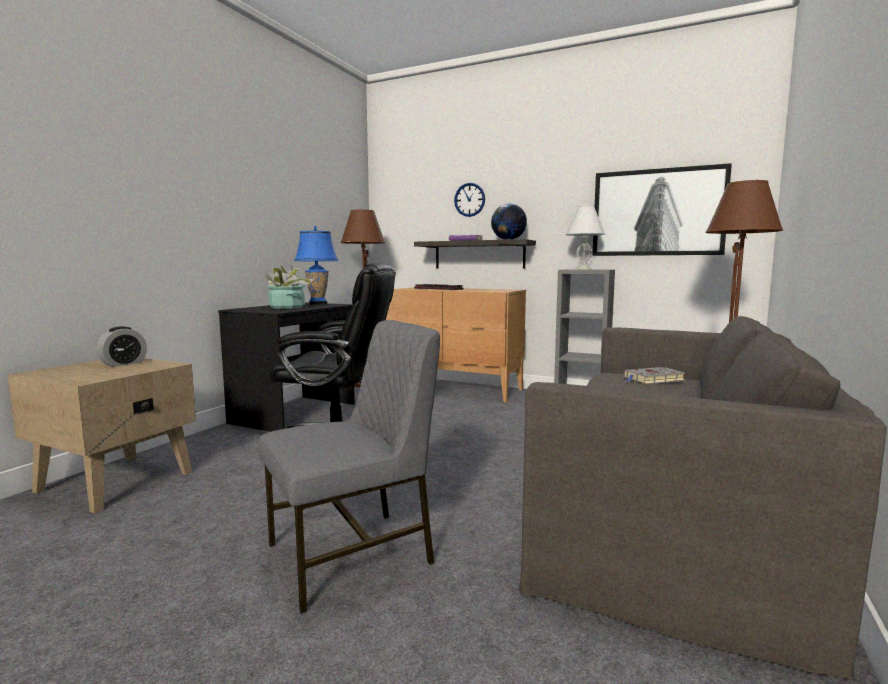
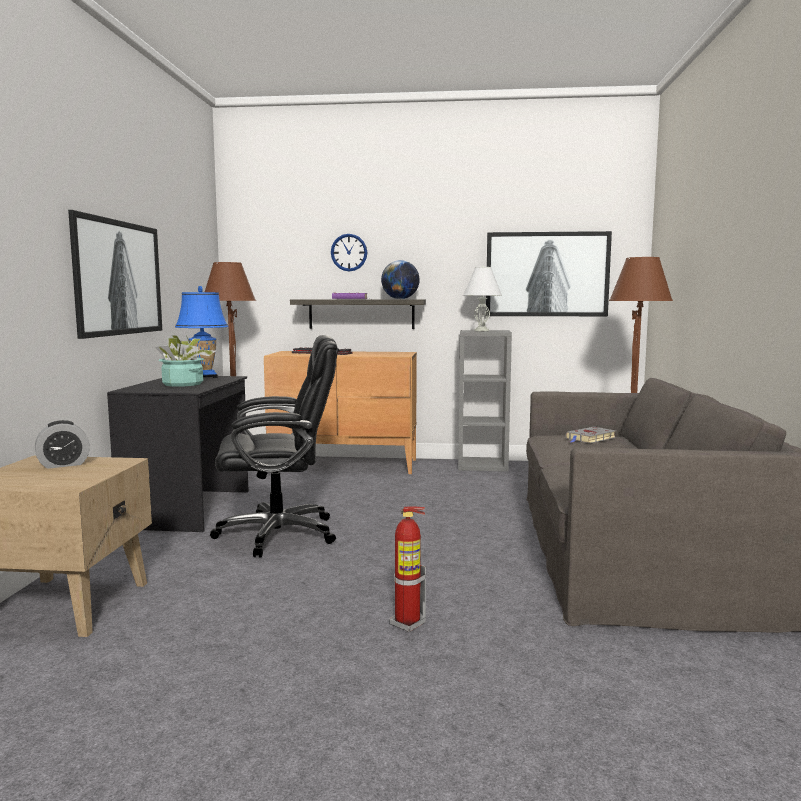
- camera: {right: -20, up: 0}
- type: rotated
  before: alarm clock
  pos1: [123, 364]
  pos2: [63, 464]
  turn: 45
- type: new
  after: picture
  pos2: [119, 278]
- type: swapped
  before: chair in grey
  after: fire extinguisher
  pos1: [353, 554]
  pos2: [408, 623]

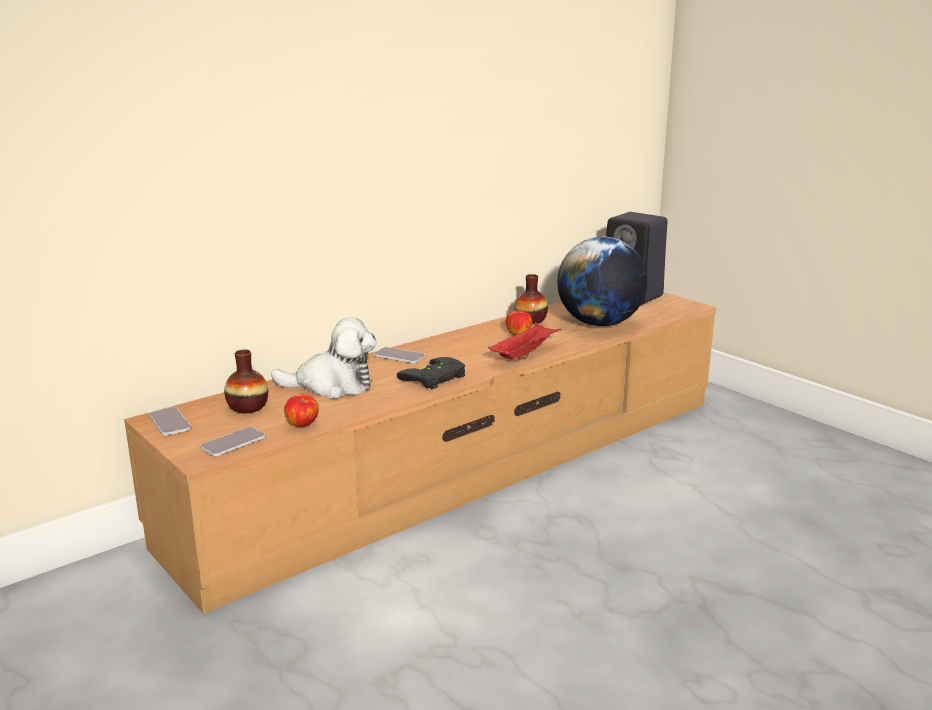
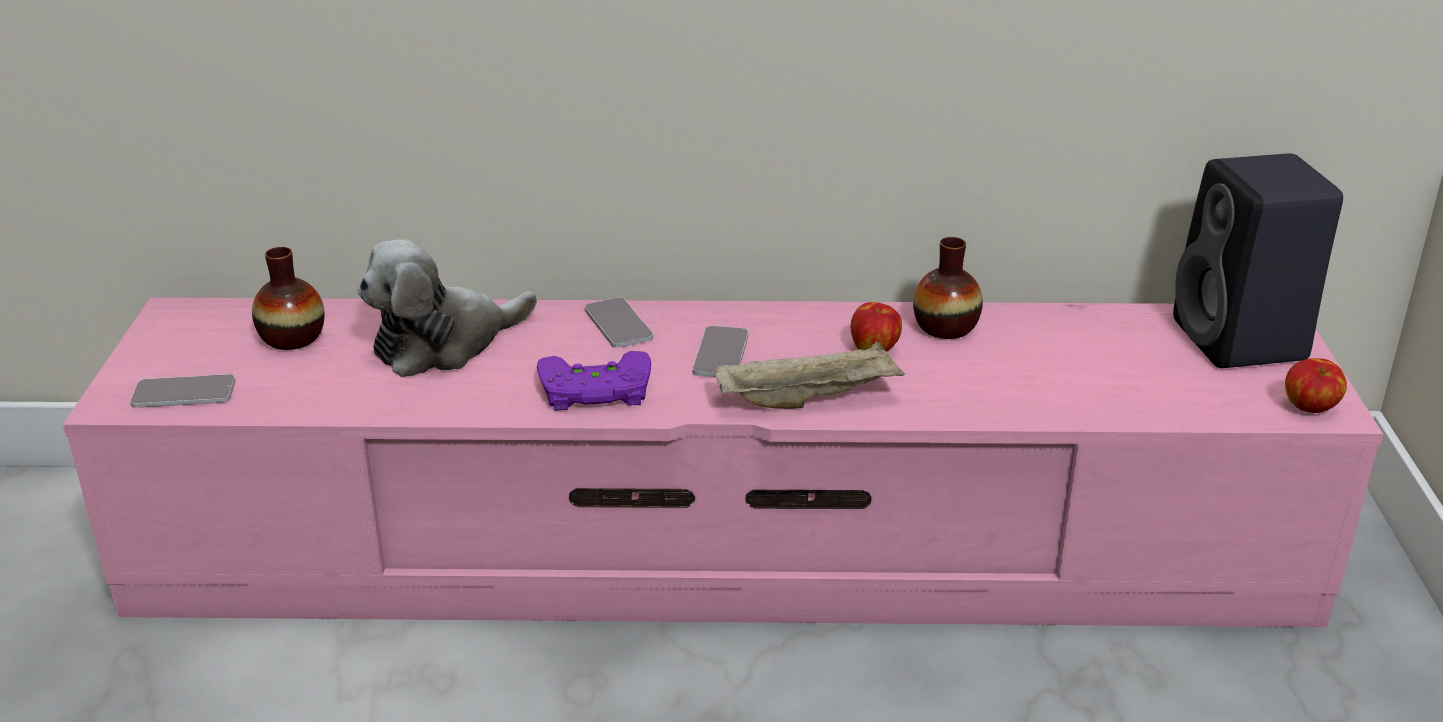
- camera: {right: 40, up: 10}
- type: repainted
  before: tv stand in brown
  after: tv stand in pink
  pos1: [464, 464]
  pos2: [721, 547]
- type: rotated
  before: plush toy
  pos1: [332, 386]
  pos2: [444, 344]
  turn: 105
- type: repainted
  before: game controller in black
  after: game controller in purple
  pos1: [435, 378]
  pos2: [595, 391]
- type: shifted
  before: phone
  pos1: [170, 422]
  pos2: [721, 354]
- type: repainted
  before: tray in red
  after: tray in beige
  pos1: [524, 354]
  pos2: [809, 399]
- type: shifted
  before: apple
  pos1: [302, 425]
  pos2: [1310, 408]
- type: gone
  before: globe
  pos1: [600, 323]

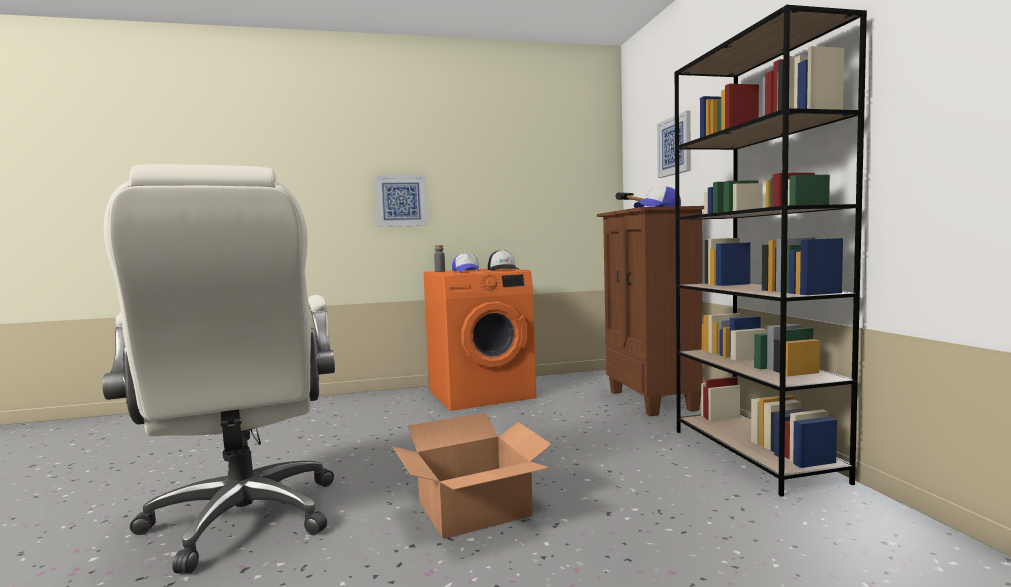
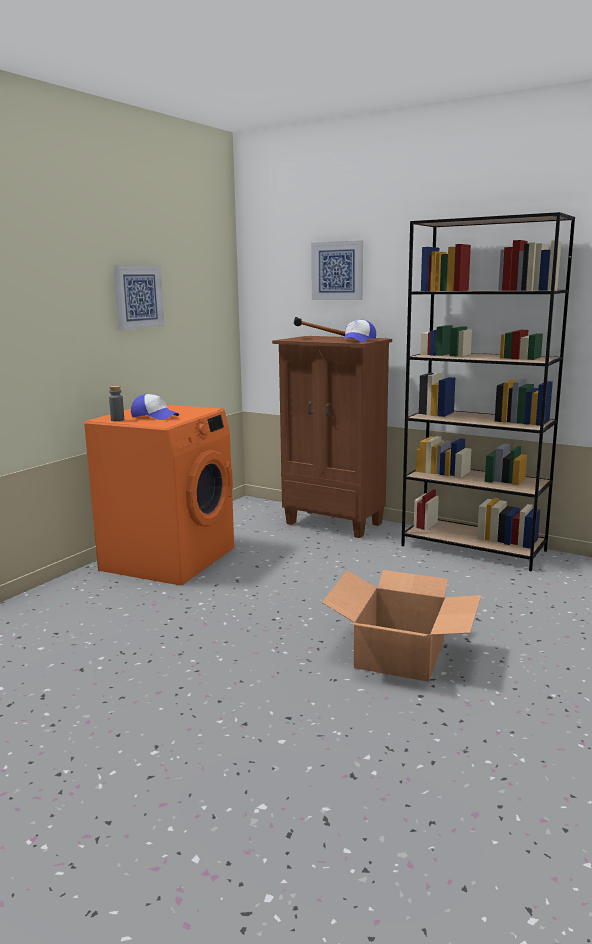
- camera: {right: -45, up: 10}
- type: shifted
  before: picture
  pos1: [401, 201]
  pos2: [138, 297]
- type: gone
  before: office chair in white
  pos1: [243, 519]
- type: gone
  before: cap
  pos1: [503, 269]

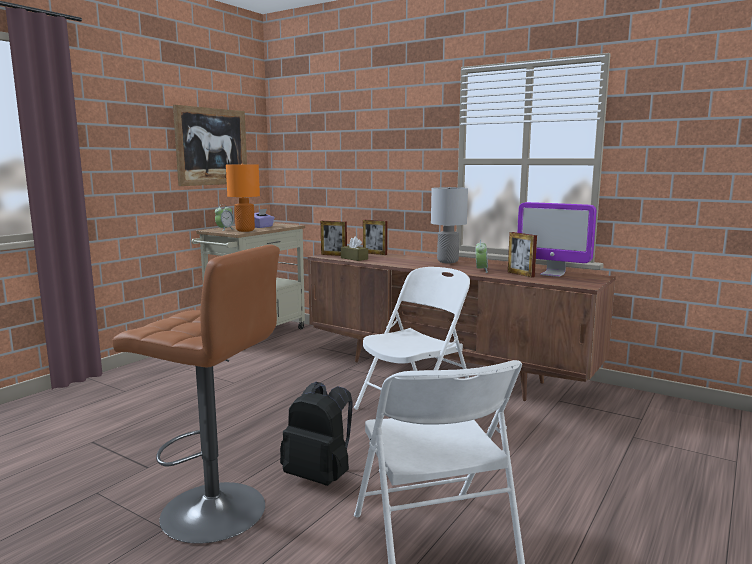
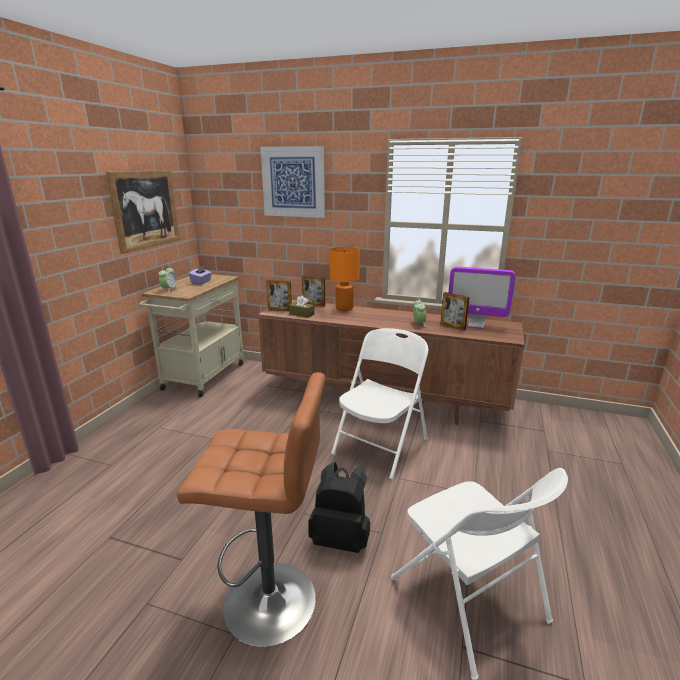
- camera: {right: -15, up: 10}
- type: new
  after: picture
  pos2: [293, 182]
- type: shifted
  before: table lamp in orange
  pos1: [245, 231]
  pos2: [344, 310]
- type: gone
  before: table lamp in grey
  pos1: [447, 262]

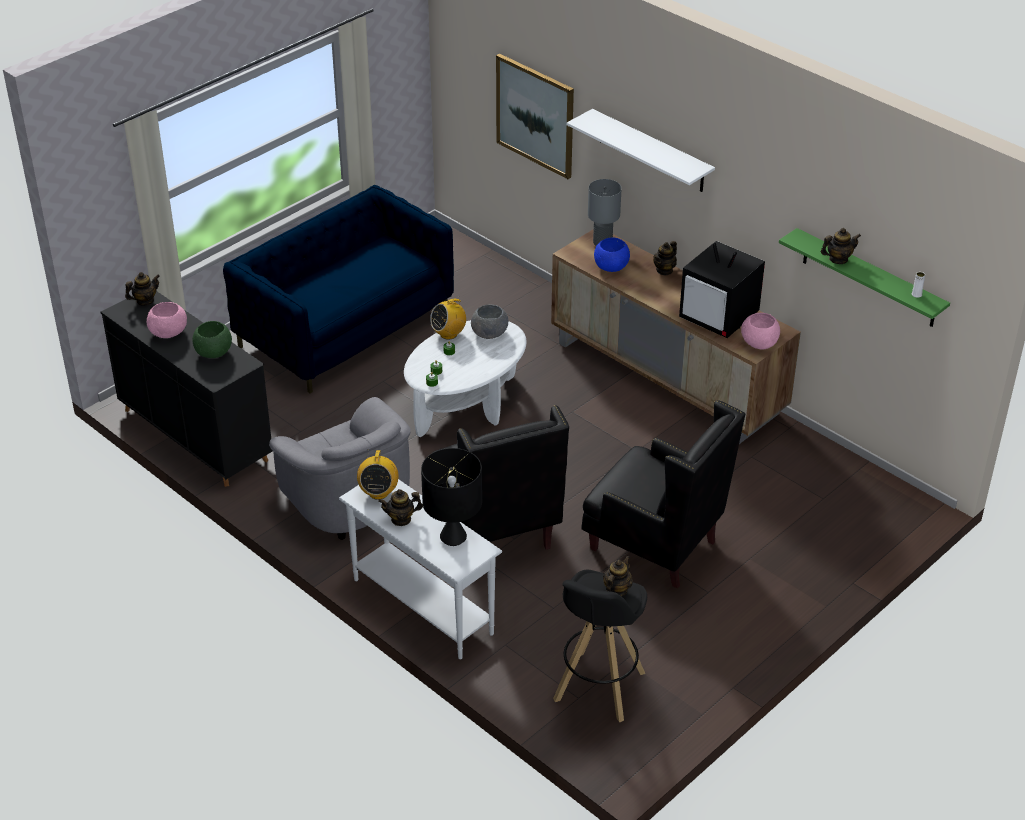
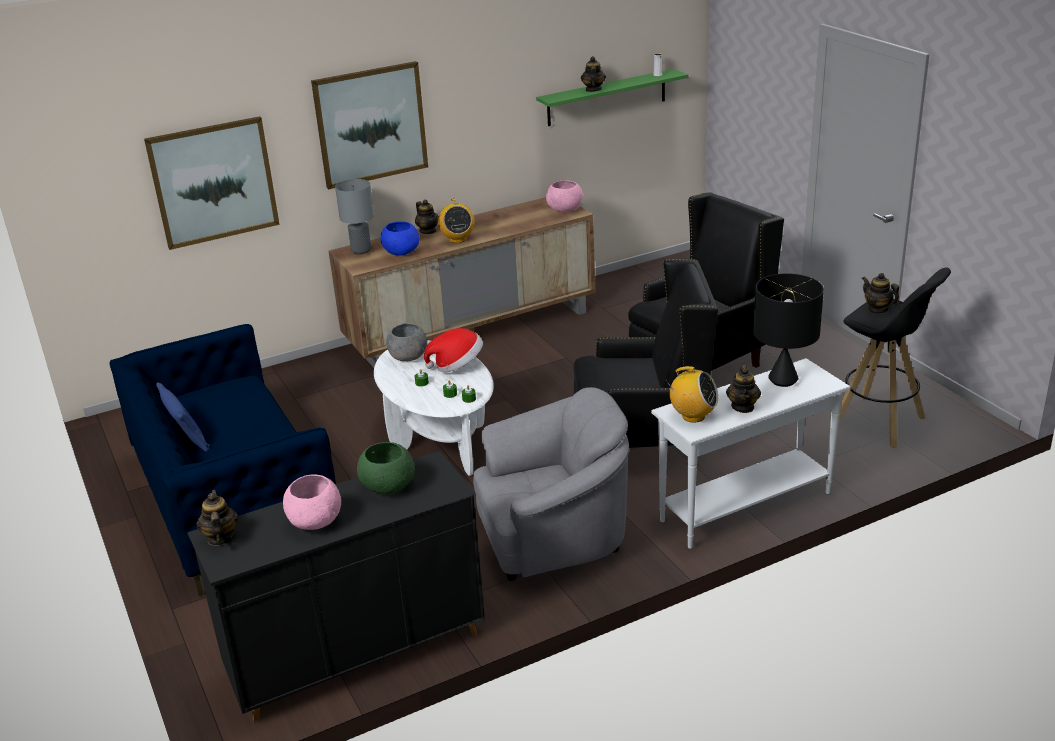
- camera: {right: -70, up: -10}
- type: new
  after: pillow in blue
  pos2: [187, 437]
- type: swapped
  before: shelf in white
  after: picture
  pos1: [651, 151]
  pos2: [371, 124]
- type: new
  after: hat
  pos2: [457, 365]
- type: shifted
  before: radio
  pos1: [449, 334]
  pos2: [457, 239]
- type: gone
  before: television
  pos1: [719, 318]

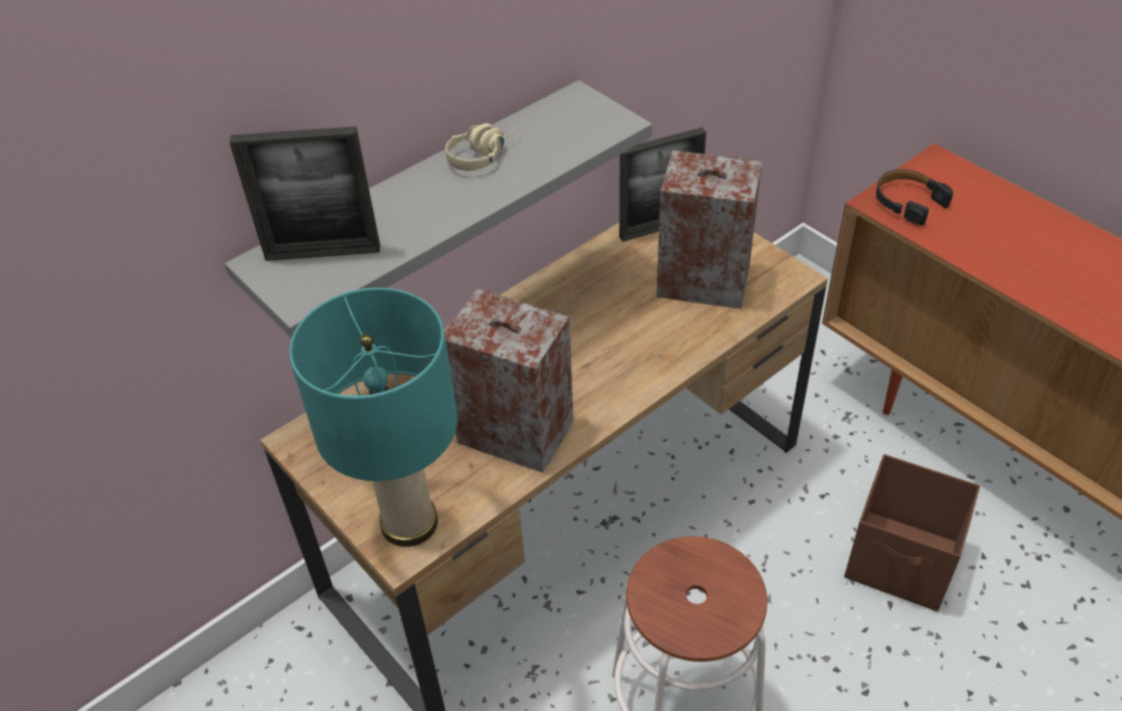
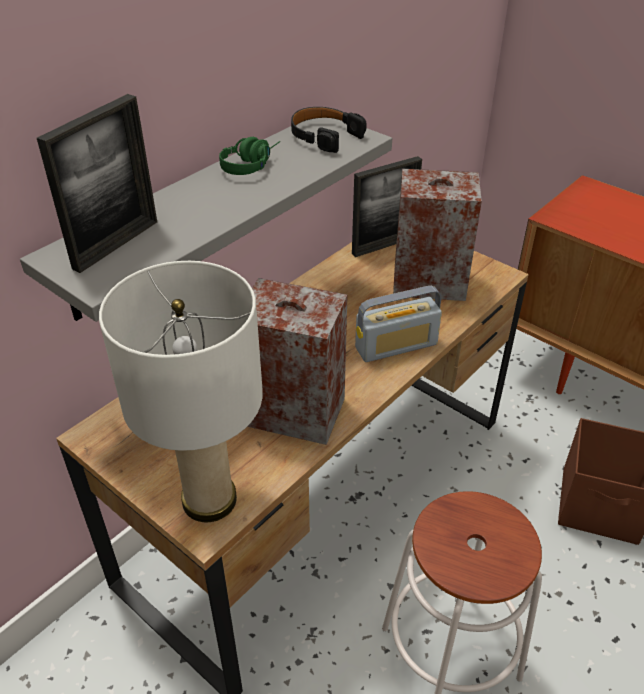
- camera: {right: -10, up: -5}
- type: rotated
  before: picture frame
  pos1: [323, 252]
  pos2: [116, 244]
  turn: -45
- type: repainted
  before: table lamp in turquoise
  after: table lamp in white
  pos1: [409, 522]
  pos2: [209, 499]
- type: repainted
  before: headphones in beige
  after: headphones in green
  pos1: [483, 154]
  pos2: [251, 164]
- type: shifted
  before: headphones in black
  pos1: [908, 202]
  pos2: [324, 136]
- type: new
  after: radio
  pos2: [396, 346]

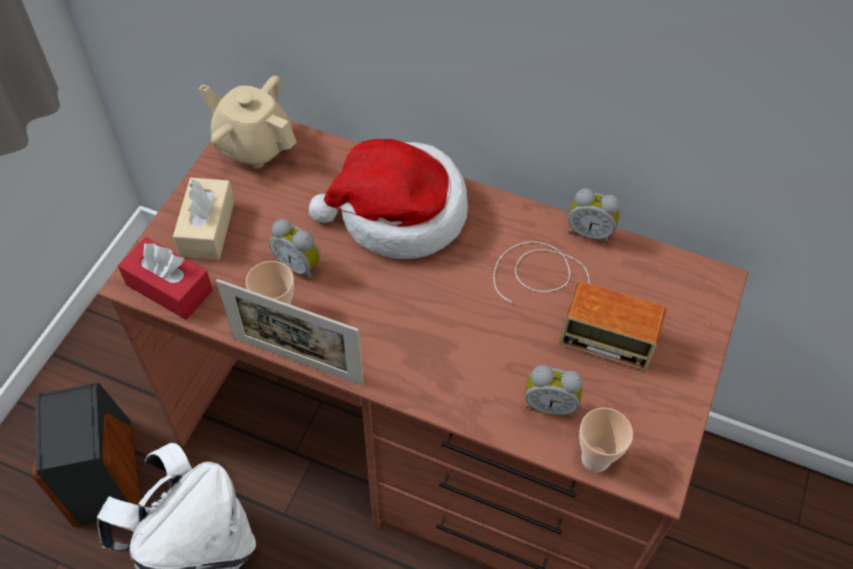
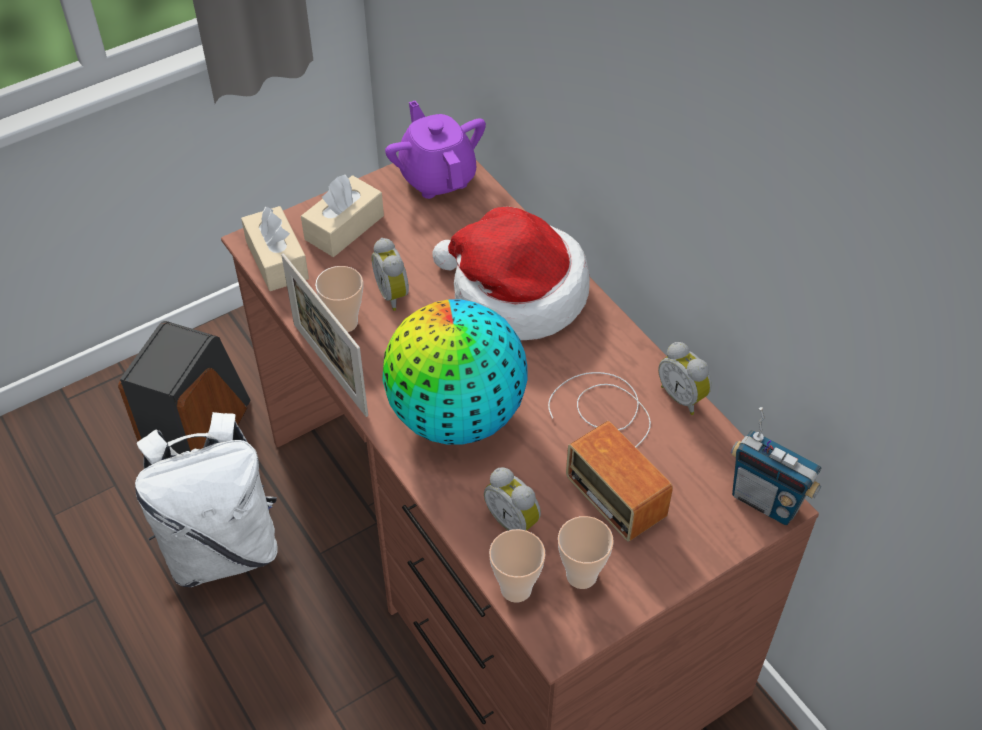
- camera: {right: 35, up: -5}
- type: repainted
  before: tissue box in red
  after: tissue box in beige
  pos1: [169, 287]
  pos2: [277, 260]
- type: new
  after: globe
  pos2: [456, 416]
- type: repainted
  before: teapot in beige
  after: teapot in purple
  pos1: [253, 145]
  pos2: [437, 177]
- type: new
  after: cup
  pos2: [581, 575]
- type: new
  after: radio
  pos2: [766, 501]

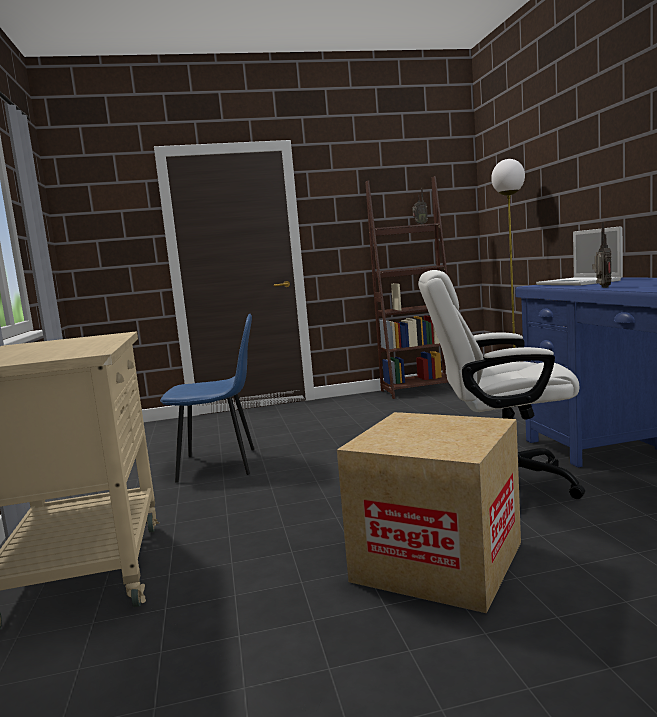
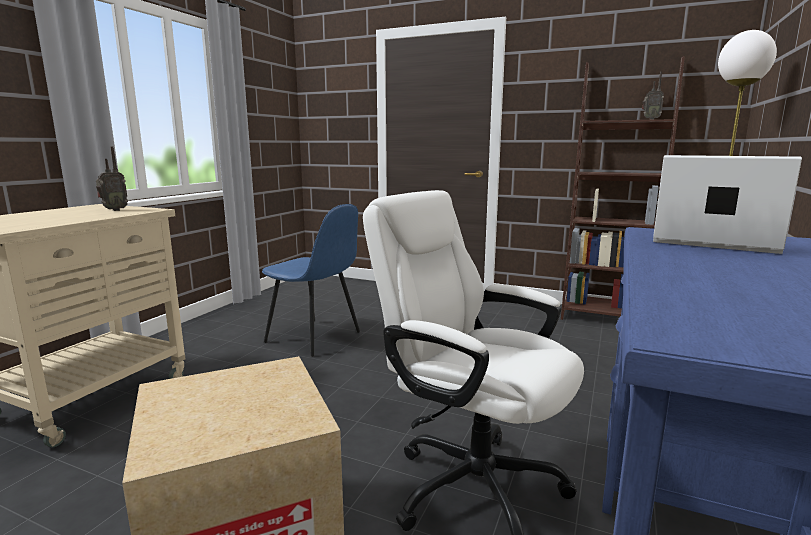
- camera: {right: 35, up: 5}
- type: shifted
  before: radio
  pos1: [602, 287]
  pos2: [113, 210]
- type: rotated
  before: laptop
  pos1: [579, 282]
  pos2: [711, 241]
  turn: 105

